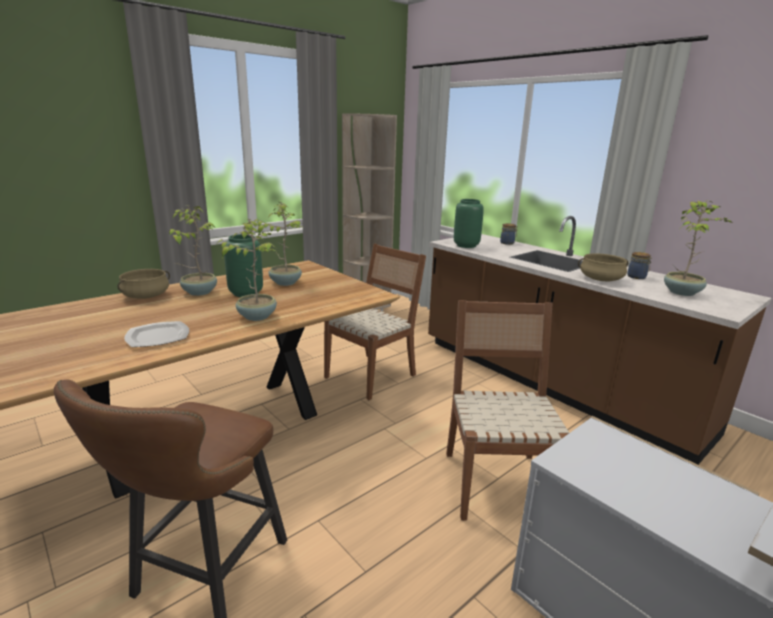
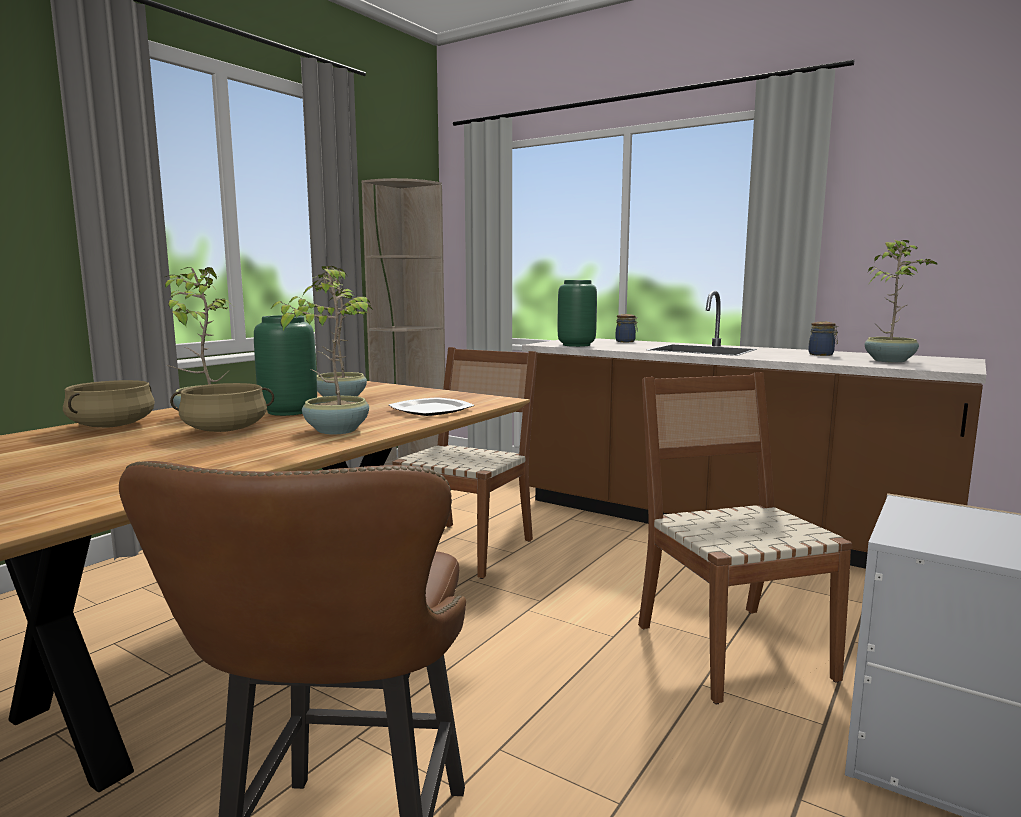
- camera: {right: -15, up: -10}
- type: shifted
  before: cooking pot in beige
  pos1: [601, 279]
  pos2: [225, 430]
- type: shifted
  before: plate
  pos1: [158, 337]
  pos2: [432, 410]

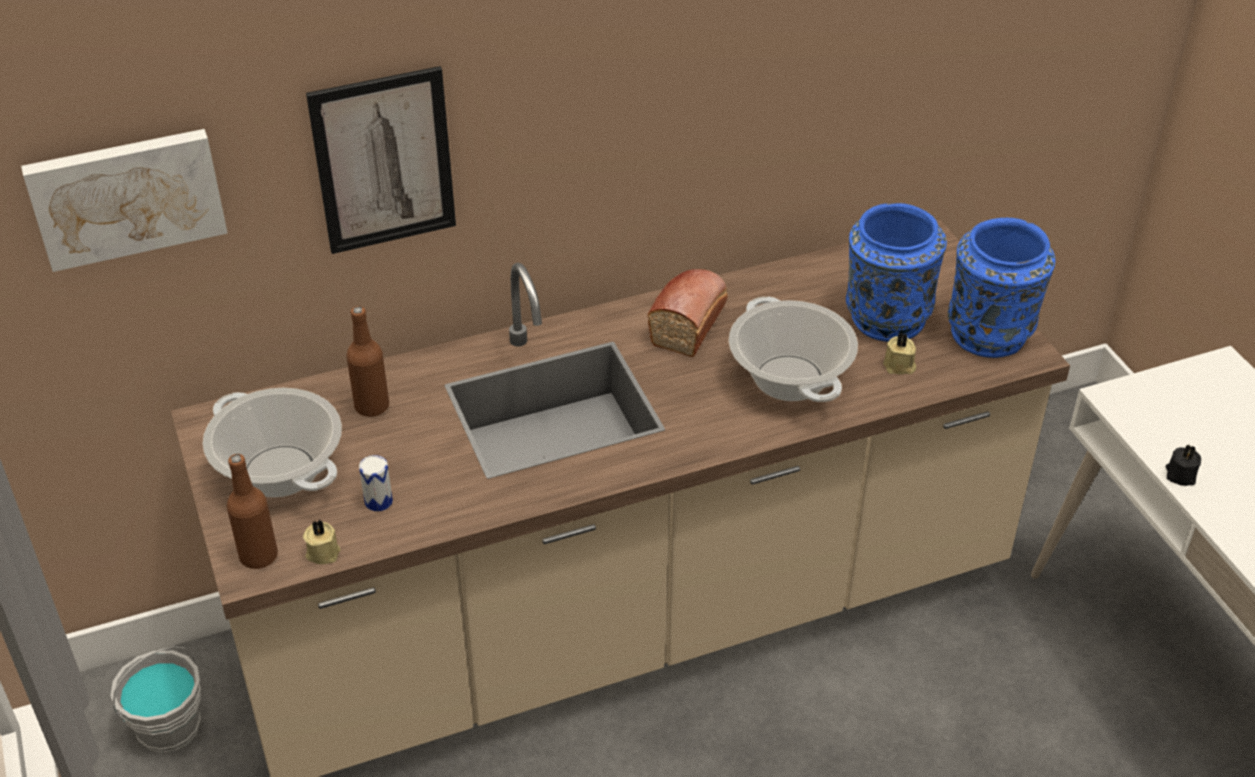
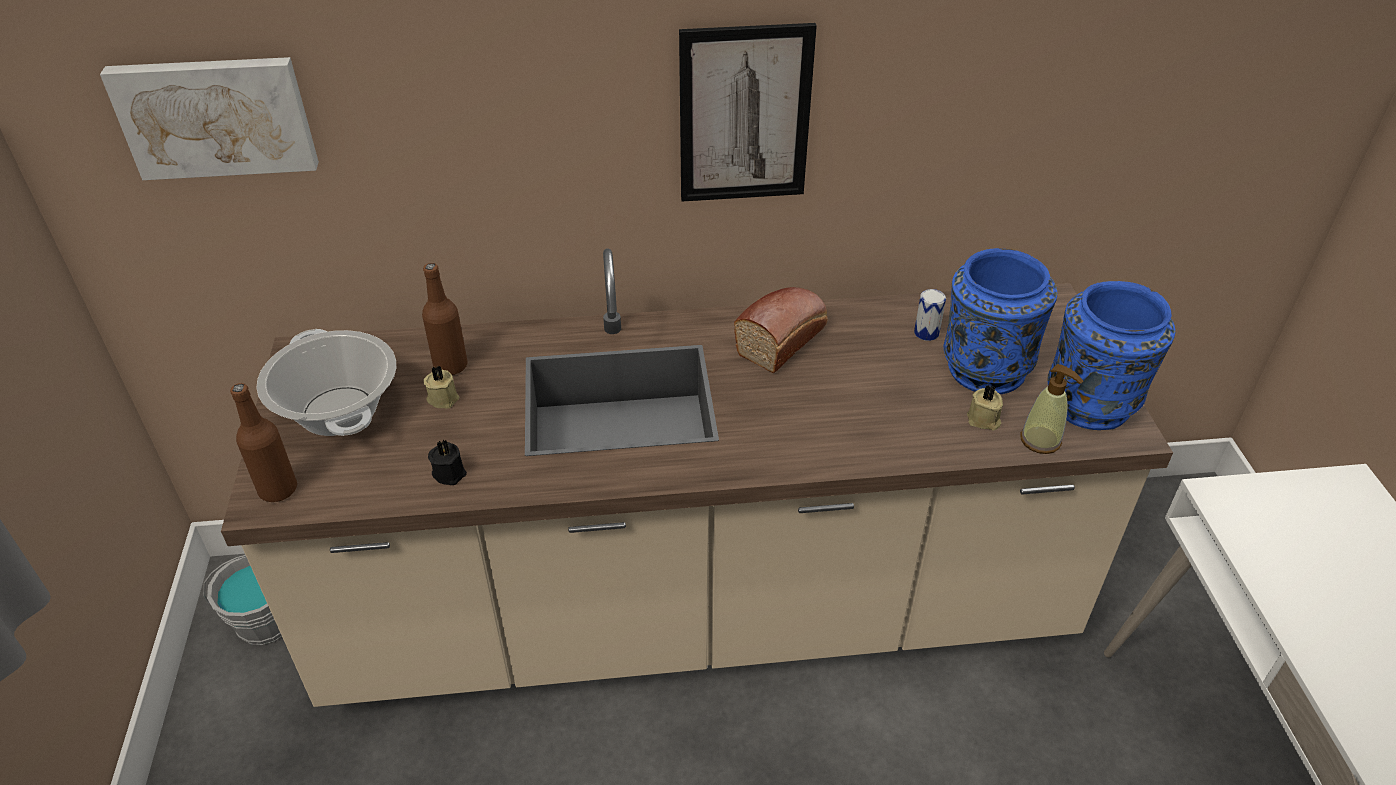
- camera: {right: 15, up: 0}
- type: shifted
  before: candle in beige
  pos1: [322, 552]
  pos2: [443, 398]
- type: shifted
  before: candle in black
  pos1: [1180, 475]
  pos2: [449, 472]
- type: shifted
  before: picture
  pos1: [384, 161]
  pos2: [744, 115]
- type: shifted
  before: can
  pos1: [378, 501]
  pos2: [926, 333]
- type: new
  after: soap dispenser
  pos2: [1041, 440]
- type: gone
  before: cooking pot
  pos1: [790, 378]

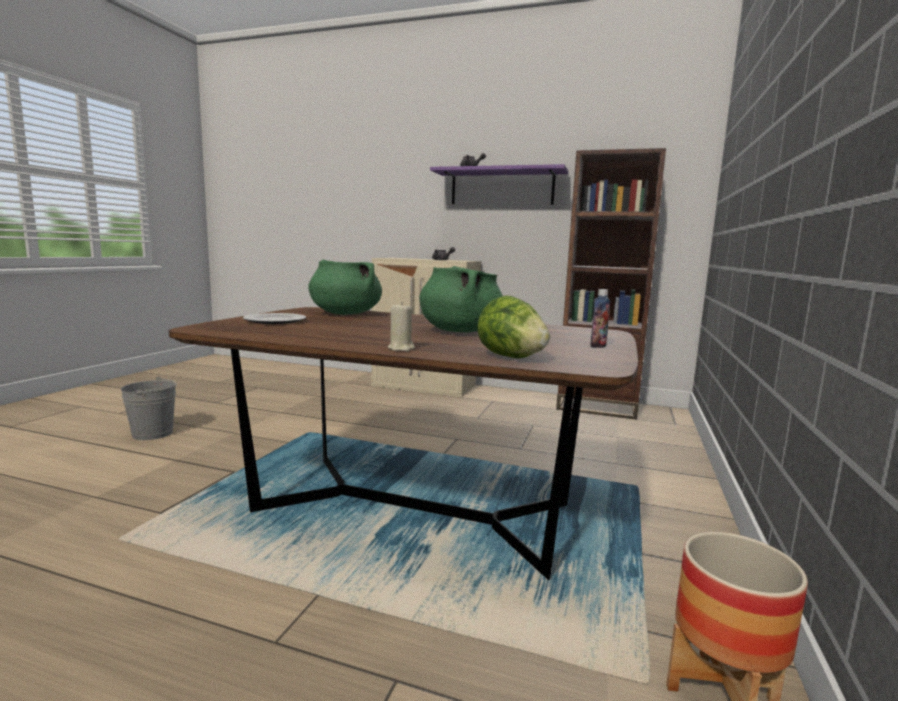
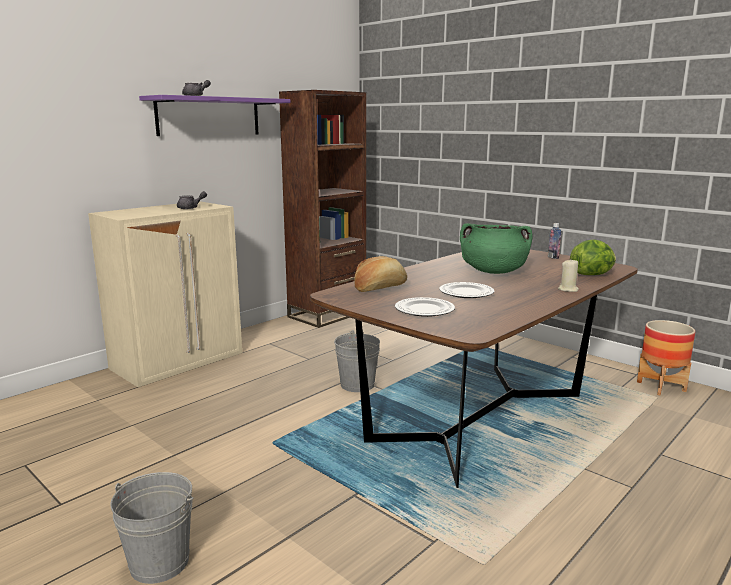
- camera: {right: -65, up: 5}
- type: new
  after: bucket in grey
  pos2: [357, 384]
- type: swapped
  before: cooking pot in green
  after: bread
  pos1: [345, 314]
  pos2: [379, 288]
- type: new
  after: plate
  pos2: [465, 292]

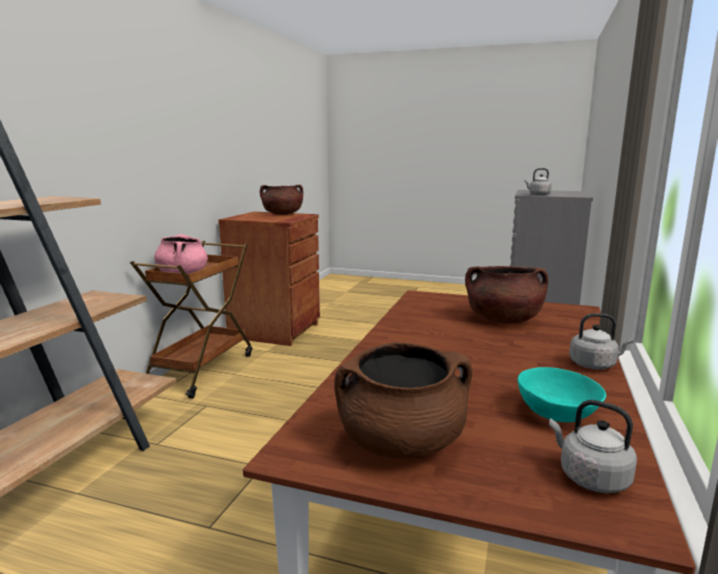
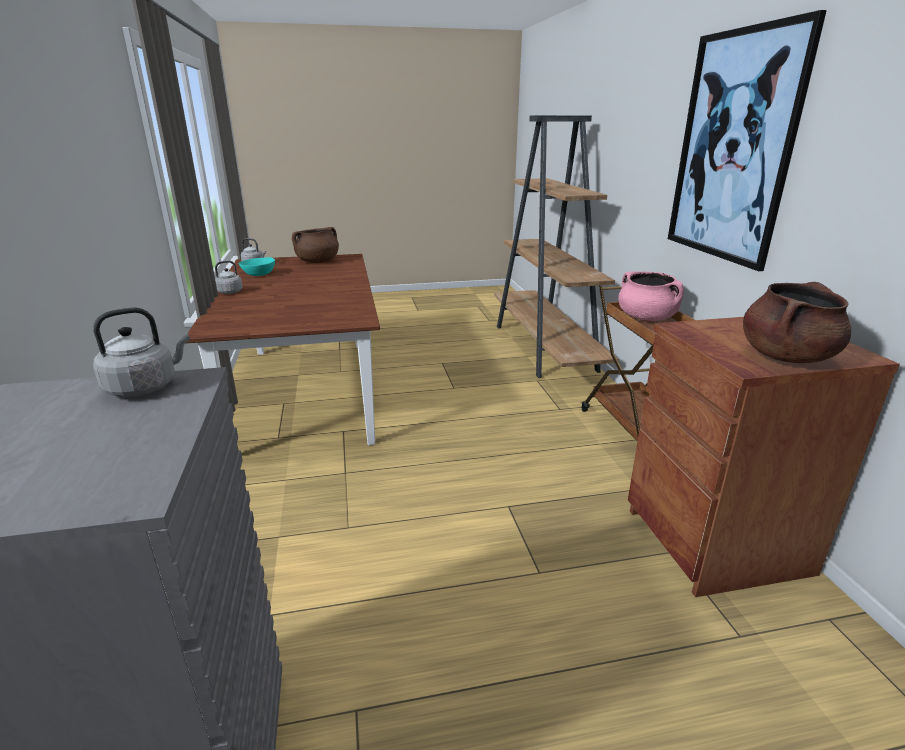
- camera: {right: 150, up: 10}
- type: new
  after: picture
  pos2: [733, 148]
- type: gone
  before: cooking pot in brown
  pos1: [503, 320]

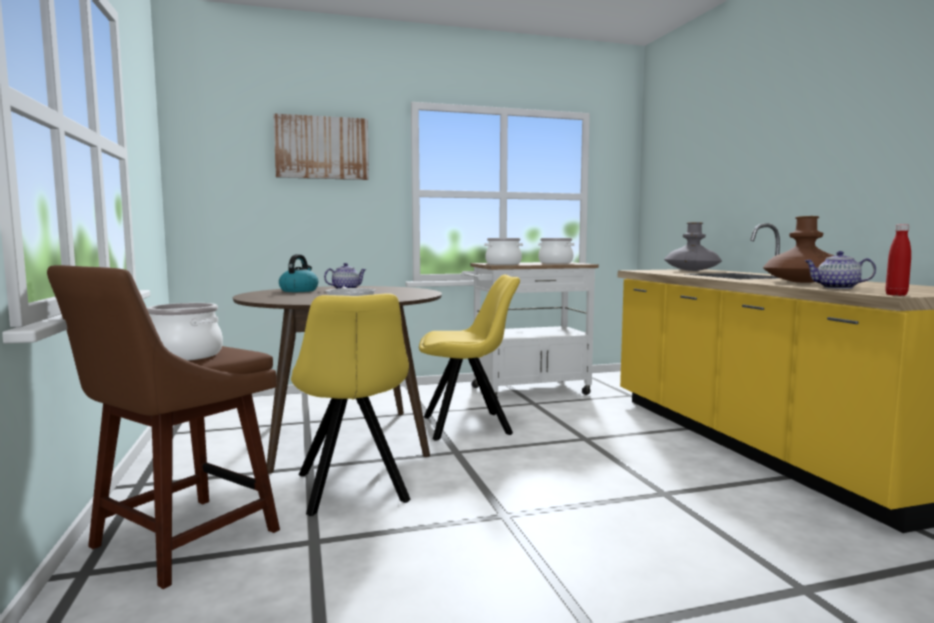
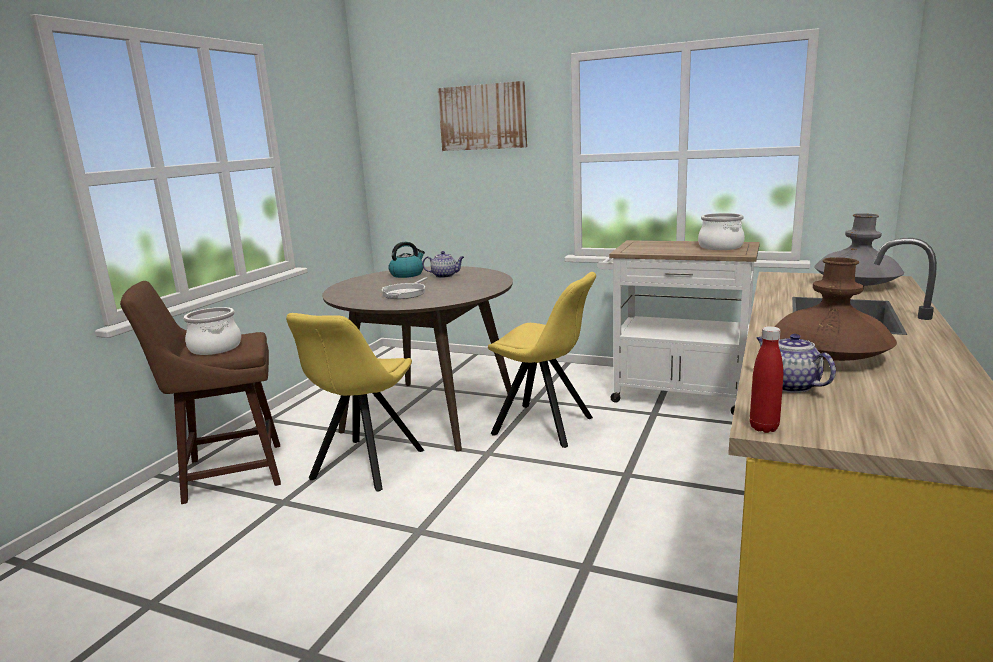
- camera: {right: 40, up: 10}
- type: gone
  before: cooking pot
  pos1: [503, 264]

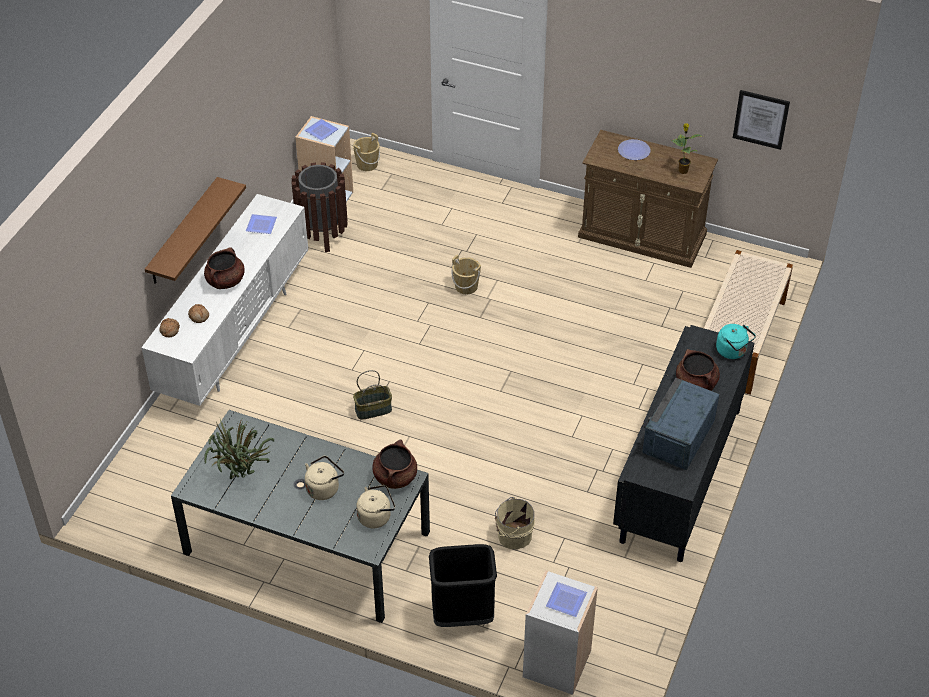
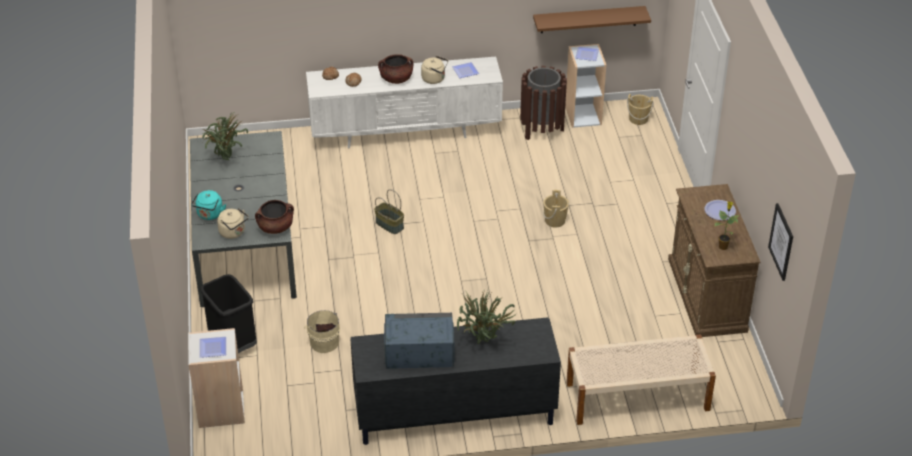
- camera: {right: 60, up: -5}
- type: shifted
  before: kettle in turquoise
  pos1: [733, 351]
  pos2: [209, 215]
- type: shifted
  before: kettle in beige
  pos1: [324, 488]
  pos2: [435, 79]
- type: swapped
  before: cooking pot in brown
  after: potted plant
  pos1: [696, 384]
  pos2: [483, 343]
- type: shifted
  before: shelf in brown
  pos1: [183, 232]
  pos2: [588, 19]

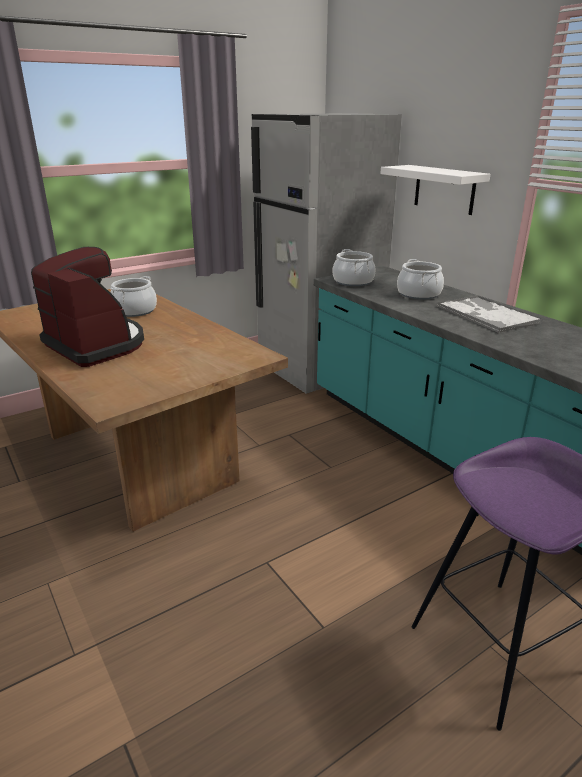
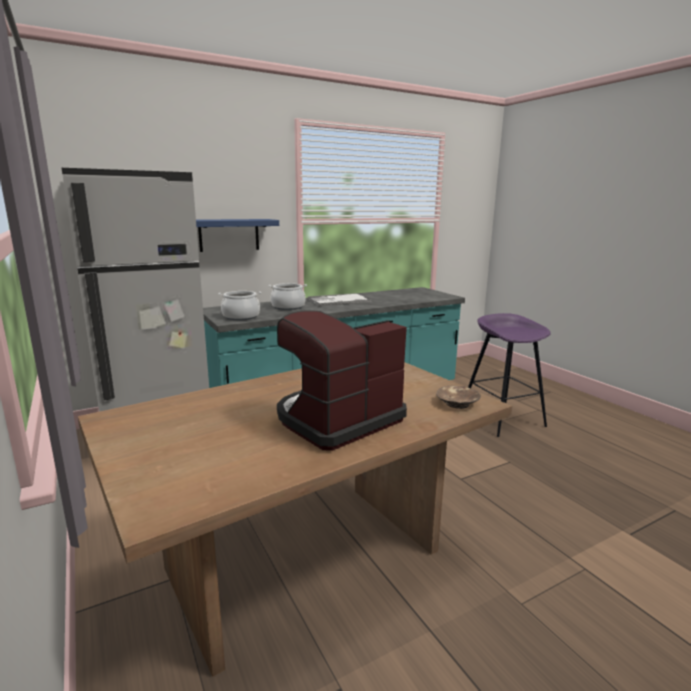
- camera: {right: -85, up: -10}
- type: repainted
  before: shelf in white
  after: shelf in blue
  pos1: [444, 189]
  pos2: [229, 235]
- type: new
  after: bowl in brown
  pos2: [458, 403]
- type: gone
  before: cooking pot
  pos1: [135, 311]

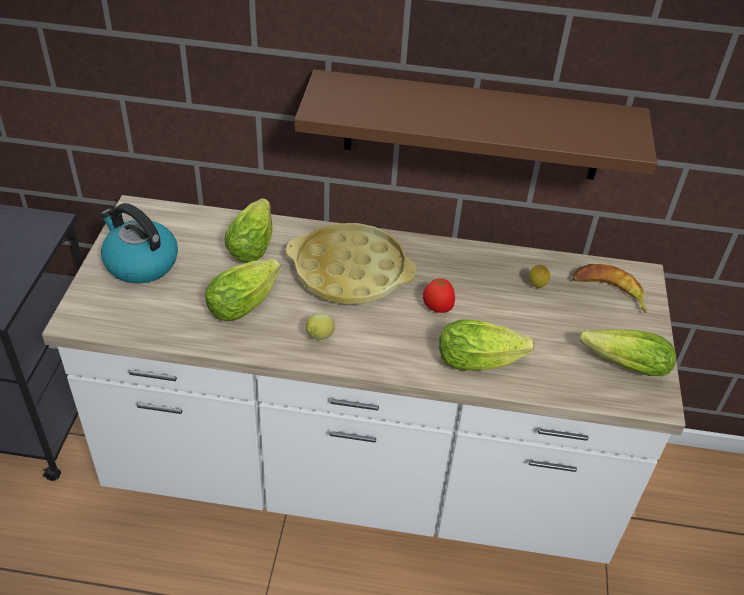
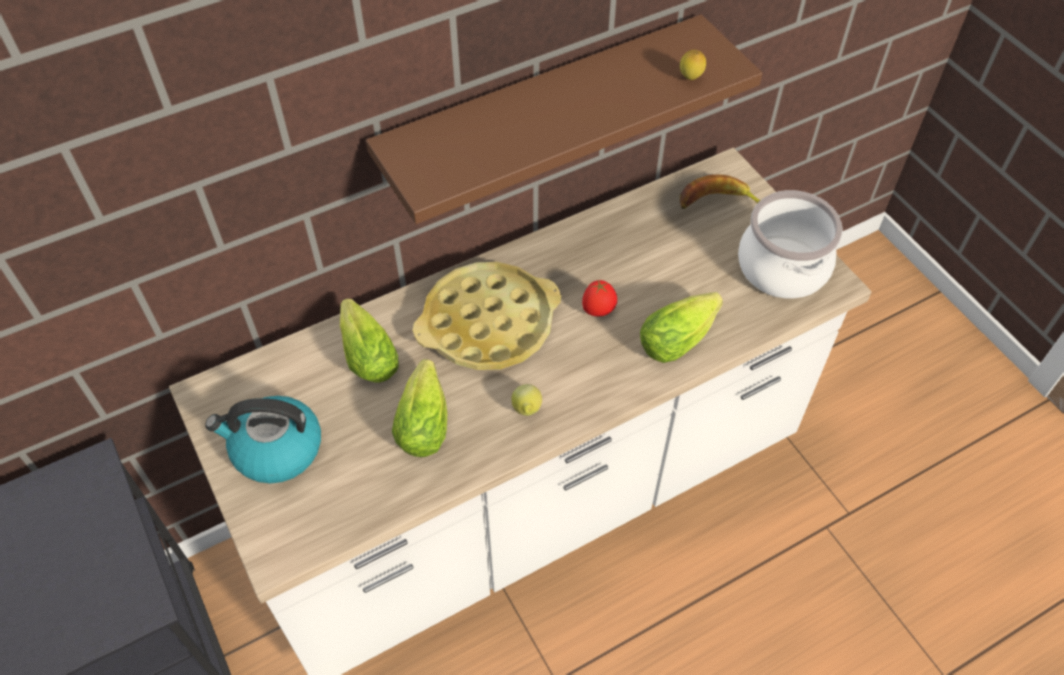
- camera: {right: -35, up: 10}
- type: shifted
  before: lemon
  pos1: [536, 286]
  pos2: [690, 79]
- type: swapped
  before: lettuce
  after: cooking pot
  pos1: [620, 364]
  pos2: [783, 267]

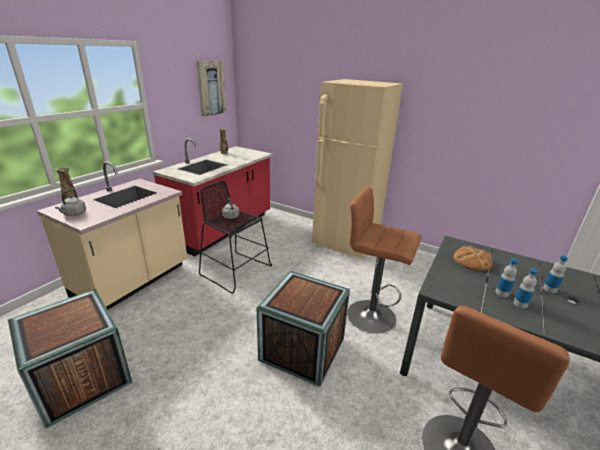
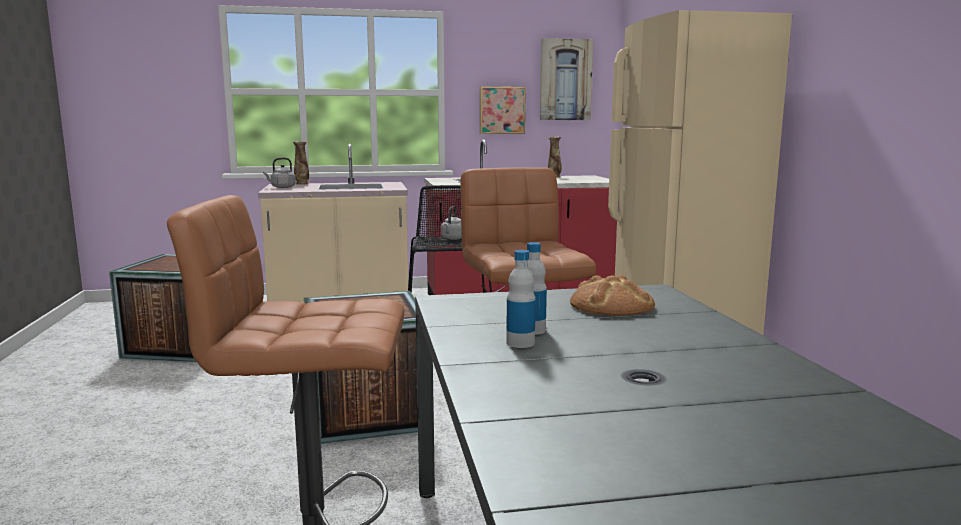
- camera: {right: 50, up: -15}
- type: new
  after: picture
  pos2: [501, 110]
- type: gone
  before: bottle
  pos1: [549, 289]

